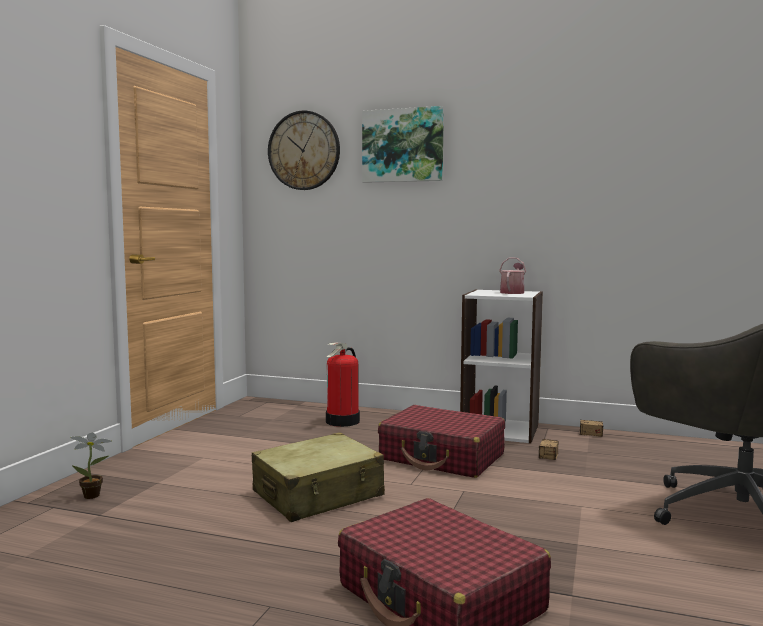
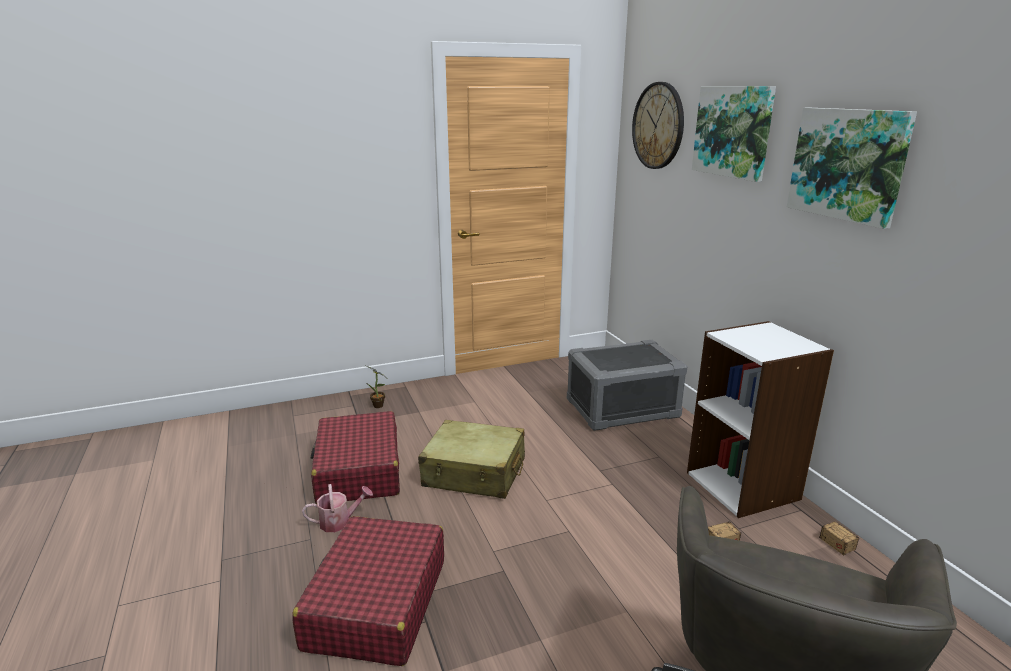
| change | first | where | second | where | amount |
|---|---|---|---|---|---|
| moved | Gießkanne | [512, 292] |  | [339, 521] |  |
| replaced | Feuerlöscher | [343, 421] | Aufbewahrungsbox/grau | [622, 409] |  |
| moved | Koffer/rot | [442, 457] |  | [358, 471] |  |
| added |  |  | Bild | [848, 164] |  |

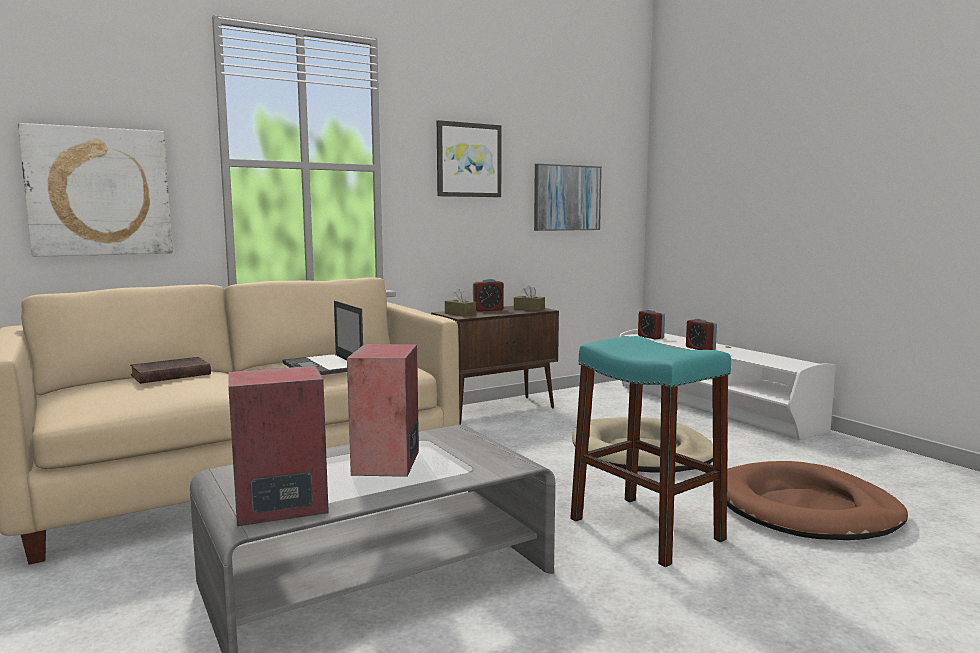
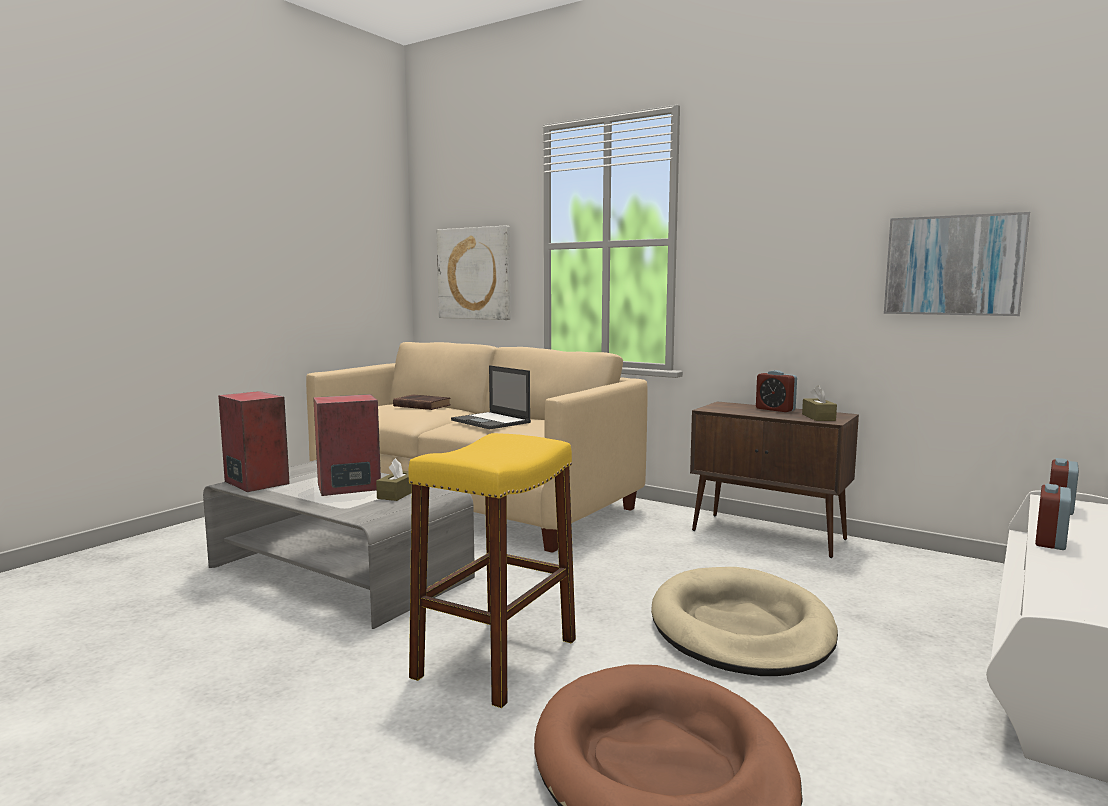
| change | first | where | second | where | amount |
|---|---|---|---|---|---|
| removed | Bild | [468, 160] |  |  |  |
| moved | Taschentuchbox/braun | [460, 314] |  | [398, 494] |  |
| turned | Laptop | [323, 366] |  | [491, 421] | 75 degrees counterclockwise |
| recoloured | Hocker/türkis | [646, 529] | Hocker/gelb | [496, 658] |  |

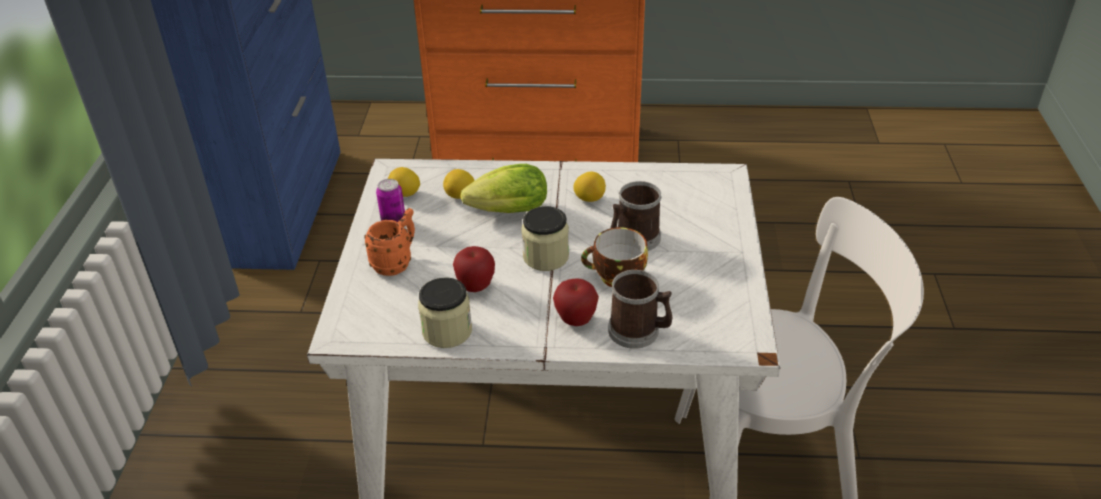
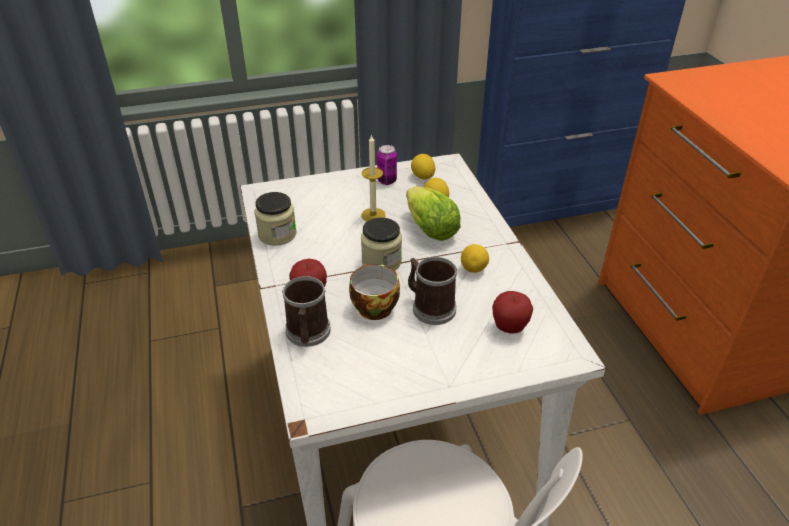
| change | first | where | second | where | amount |
|---|---|---|---|---|---|
| removed | Henkelbecher/orange | [396, 262] |  |  |  |
| moved | Apfel | [476, 286] |  | [509, 328] |  |
| added |  |  | Kerze | [373, 215] |  |

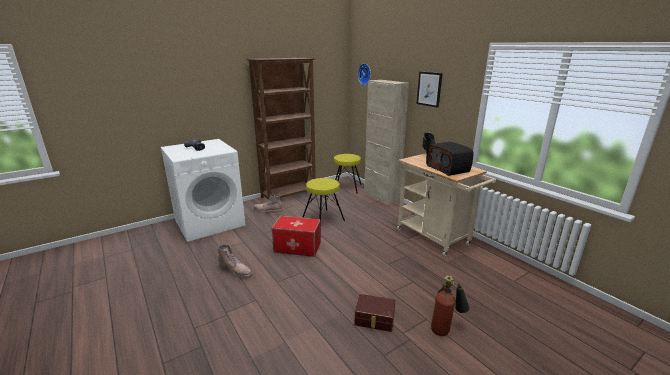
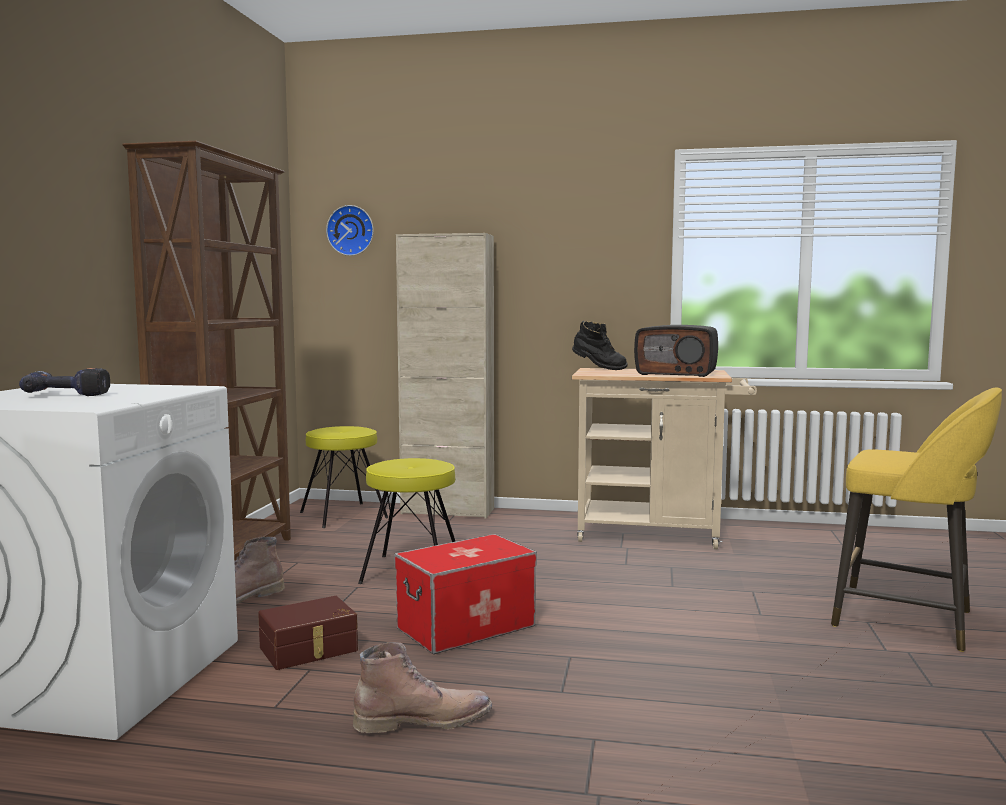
| change | first | where | second | where | amount |
|---|---|---|---|---|---|
| removed | Bild | [429, 89] |  |  |  |
| replaced | Feuerlöscher | [446, 328] | Hocker/gelb | [907, 620] |  |
| moved | Aufbewahrungsbox/braun | [374, 319] |  | [309, 650] |  |

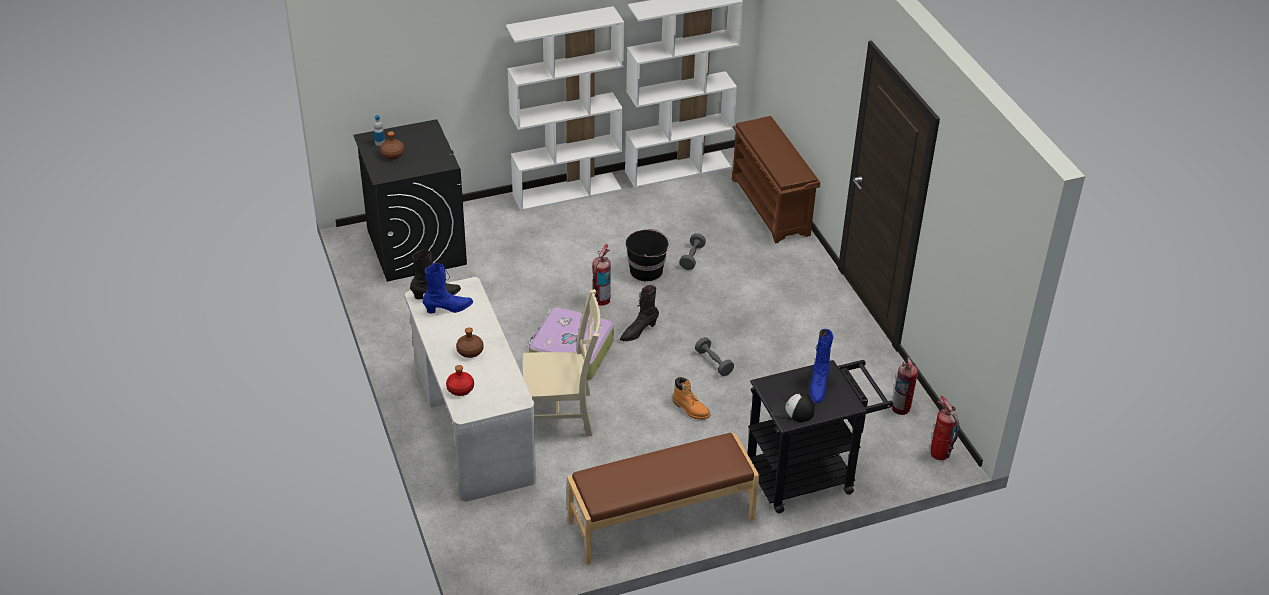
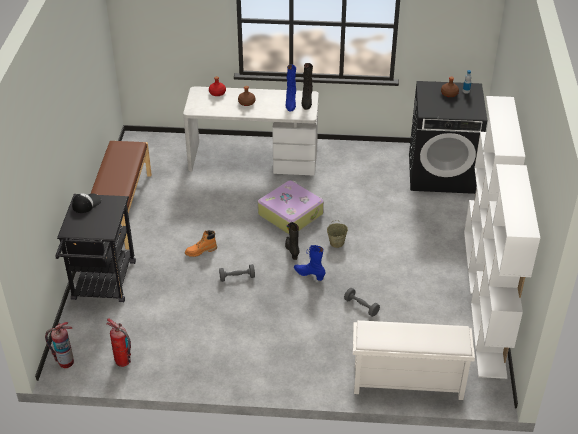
| change | first | where | second | where | amount |
|---|---|---|---|---|---|
| recoloured | Schuhregal/braun | [771, 207] | Schuhregal/weiß | [406, 383] |  |
| removed | Eimer/schwarz | [647, 270] |  |  |  |
| replaced | Feuerlöscher | [601, 300] | Eimer/beige | [337, 242] |  |
| removed | Stuhl/beige | [562, 415] |  |  |  |
| moved | Stiefel/blau | [818, 386] |  | [309, 274] |  |

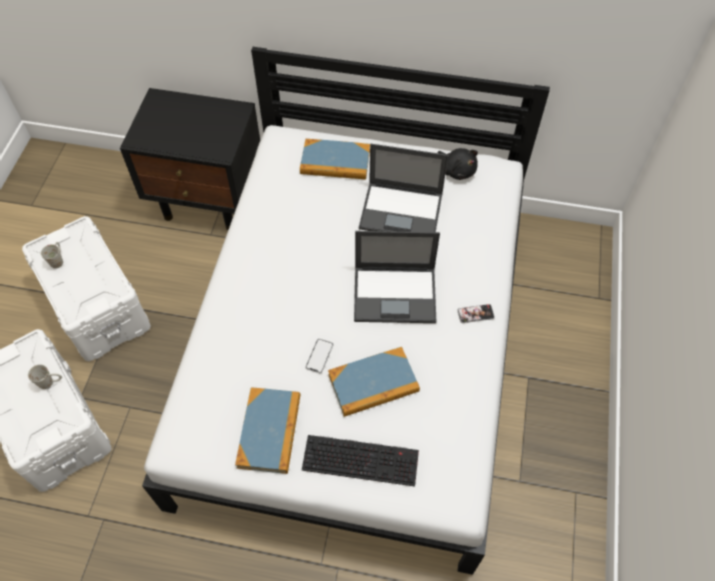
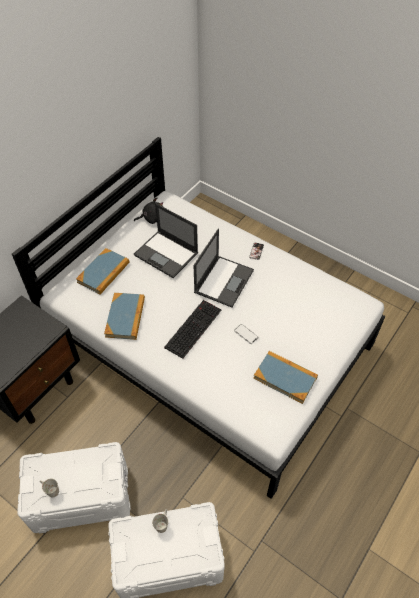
| change | first | where | second | where | amount |
|---|---|---|---|---|---|
| turned | Laptop | [402, 211] |  | [166, 254] | 90 degrees clockwise |
| moved | Buch | [373, 383] |  | [125, 317] |  |
| moved | Tastatur | [362, 459] |  | [193, 327] |  |

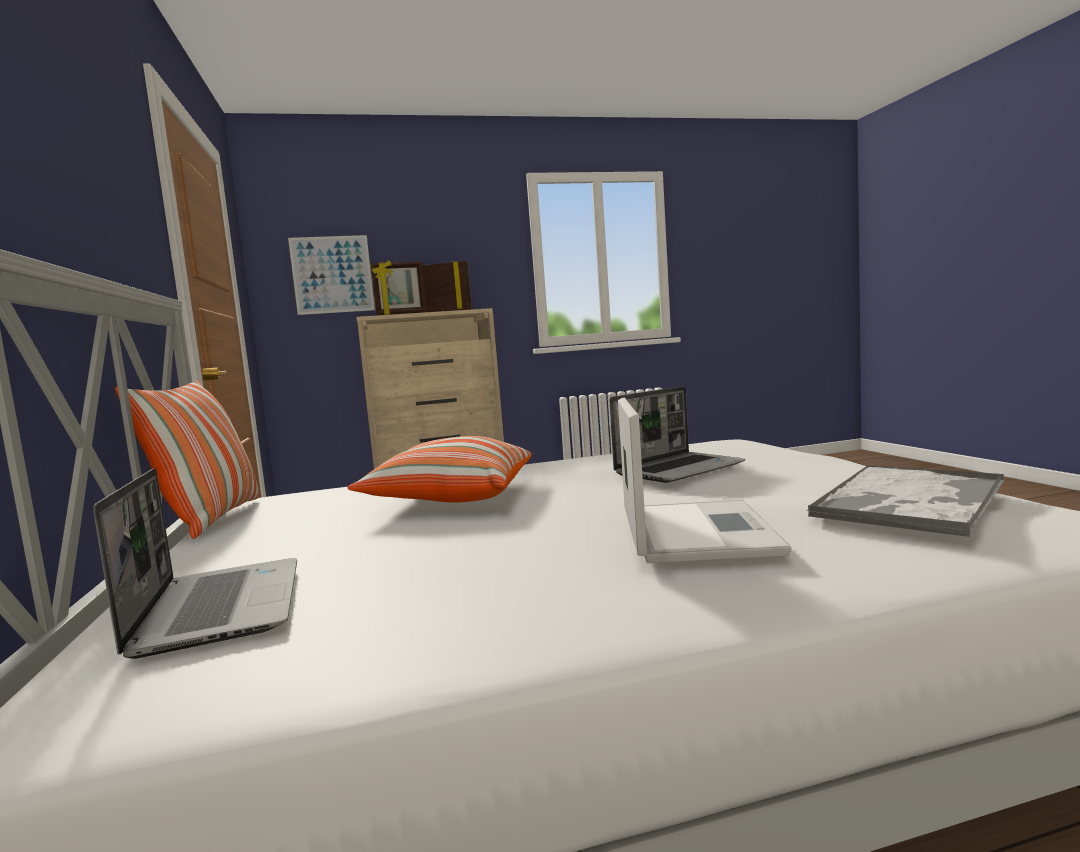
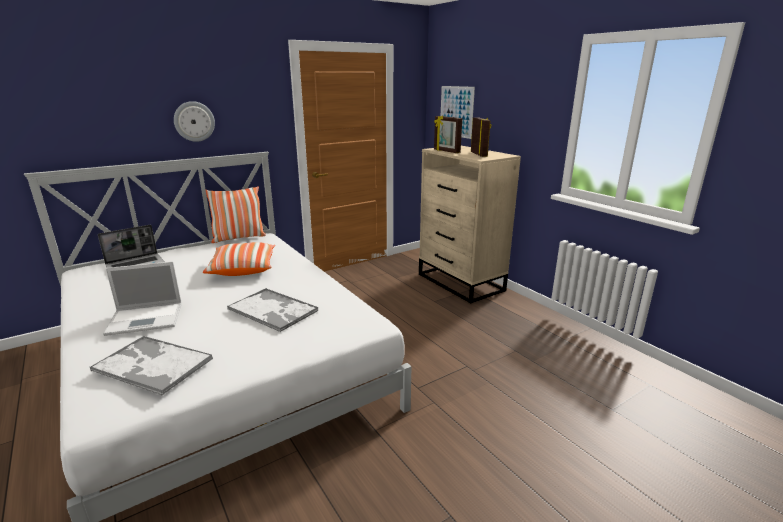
| change | first | where | second | where | amount |
|---|---|---|---|---|---|
| replaced | Laptop | [679, 469] | Tablett | [273, 310] |  |
| added |  |  | Wanduhr | [194, 121] |  |

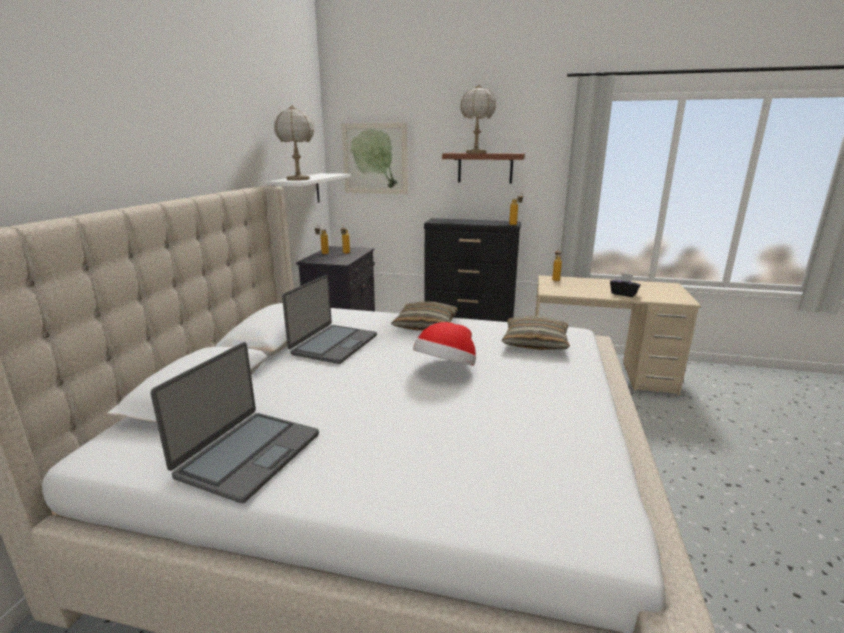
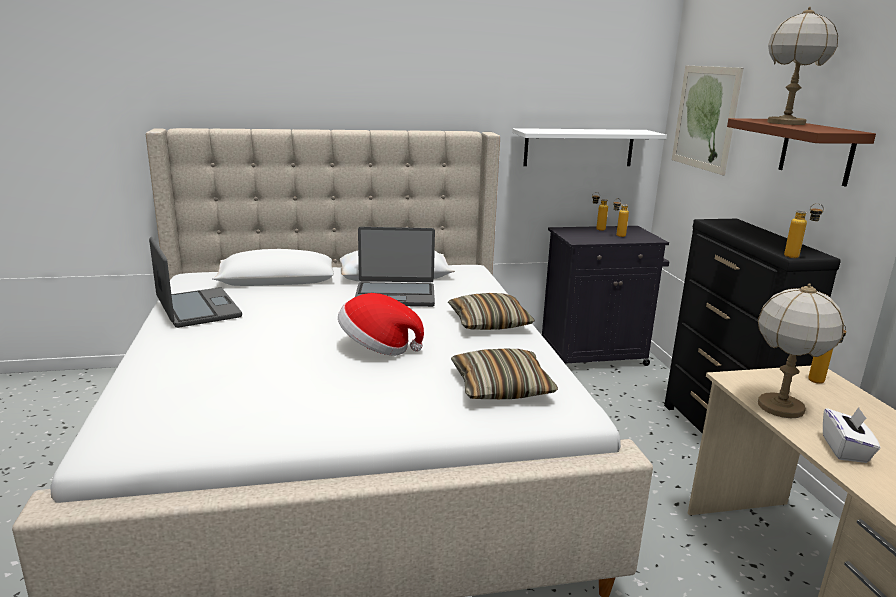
| change | first | where | second | where | amount |
|---|---|---|---|---|---|
| moved | Tischlampe | [298, 179] |  | [781, 407] |  |
| recoloured | Taschentuchbox/schwarz | [623, 294] | Taschentuchbox/weiß | [845, 449] |  |
| turned | Laptop | [248, 455] |  | [197, 309] | 120 degrees counterclockwise |

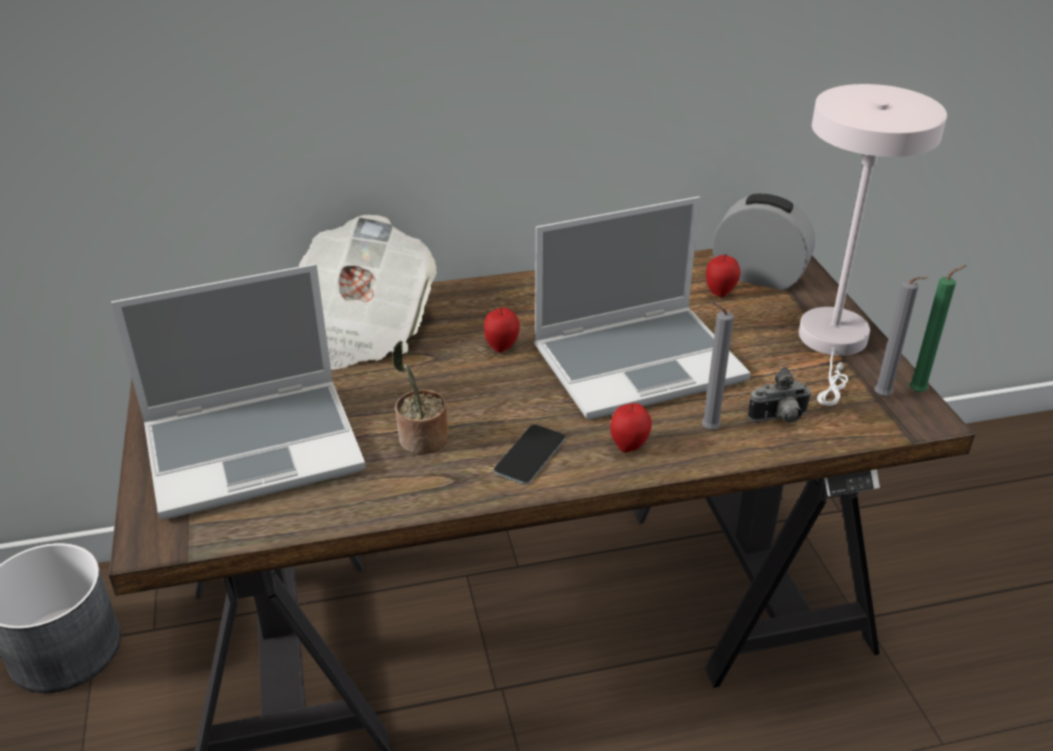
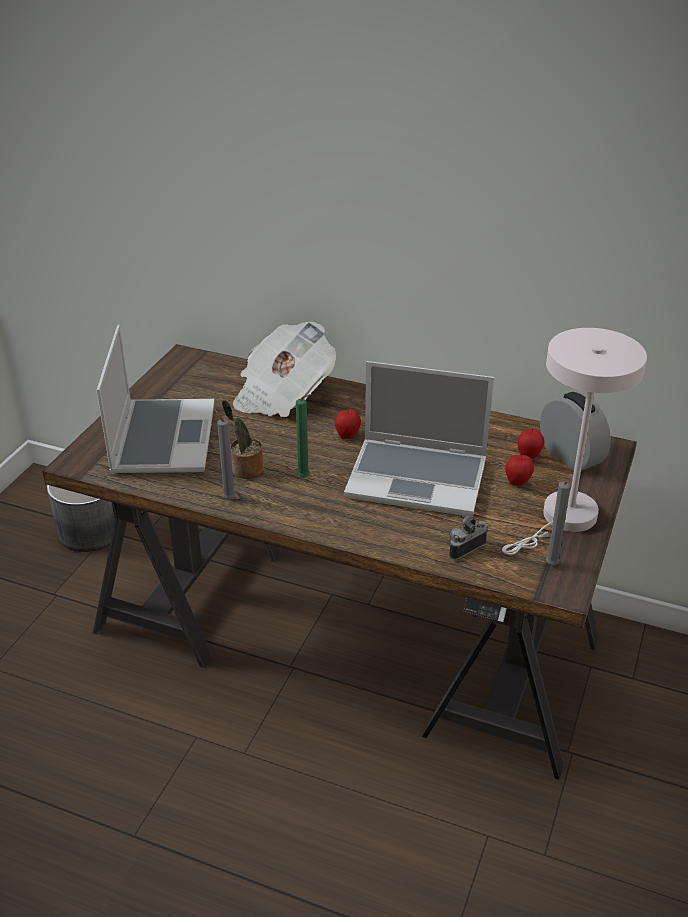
| change | first | where | second | where | amount |
|---|---|---|---|---|---|
| turned | Laptop | [256, 447] |  | [162, 438] | 105 degrees counterclockwise |
| moved | Kerze/grün | [919, 392] |  | [305, 478] |  |
| moved | Kerze/grau | [706, 429] |  | [227, 498] |  |
| turned | Kamera | [779, 419] |  | [464, 547] | 120 degrees clockwise |
| moved | Apfel | [629, 446] |  | [517, 482] |  |
| removed | Handy | [530, 455] |  |  |  |

